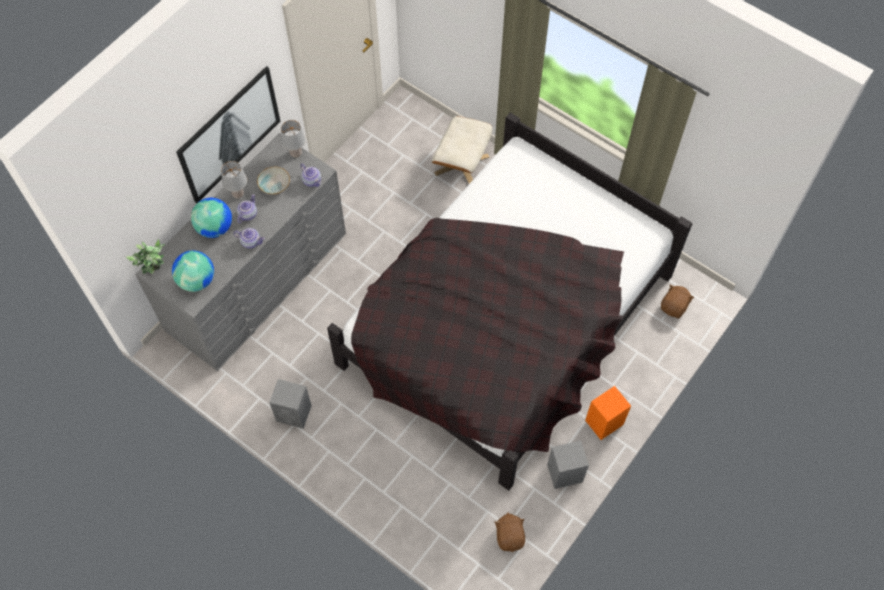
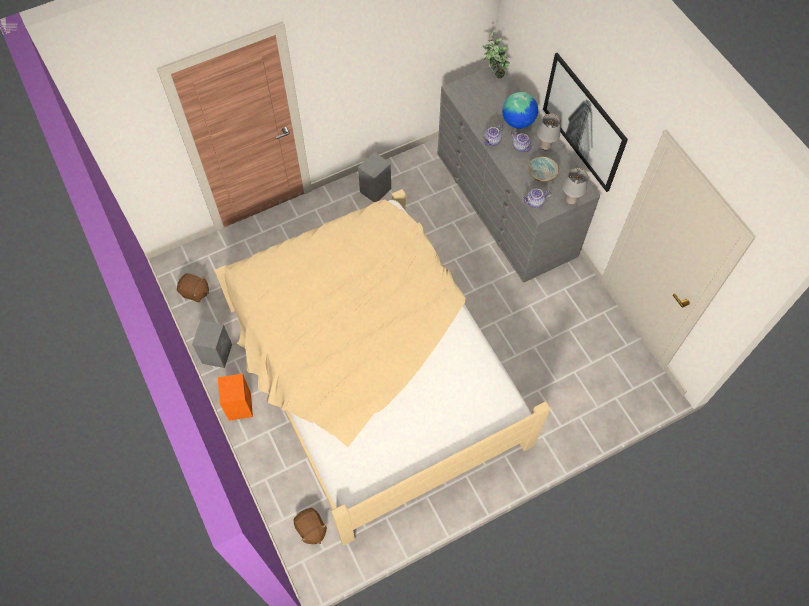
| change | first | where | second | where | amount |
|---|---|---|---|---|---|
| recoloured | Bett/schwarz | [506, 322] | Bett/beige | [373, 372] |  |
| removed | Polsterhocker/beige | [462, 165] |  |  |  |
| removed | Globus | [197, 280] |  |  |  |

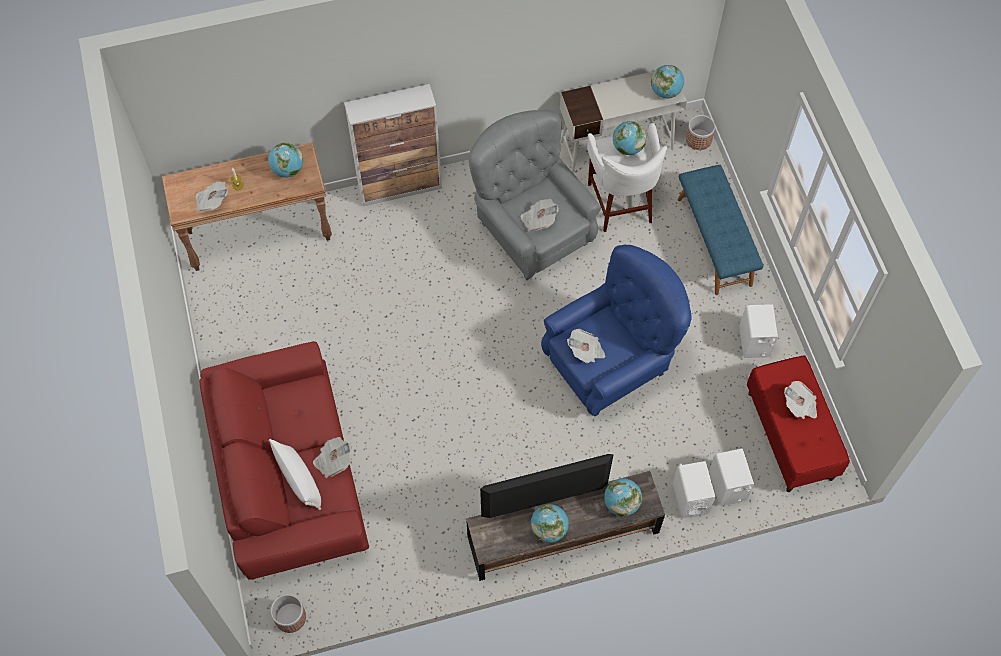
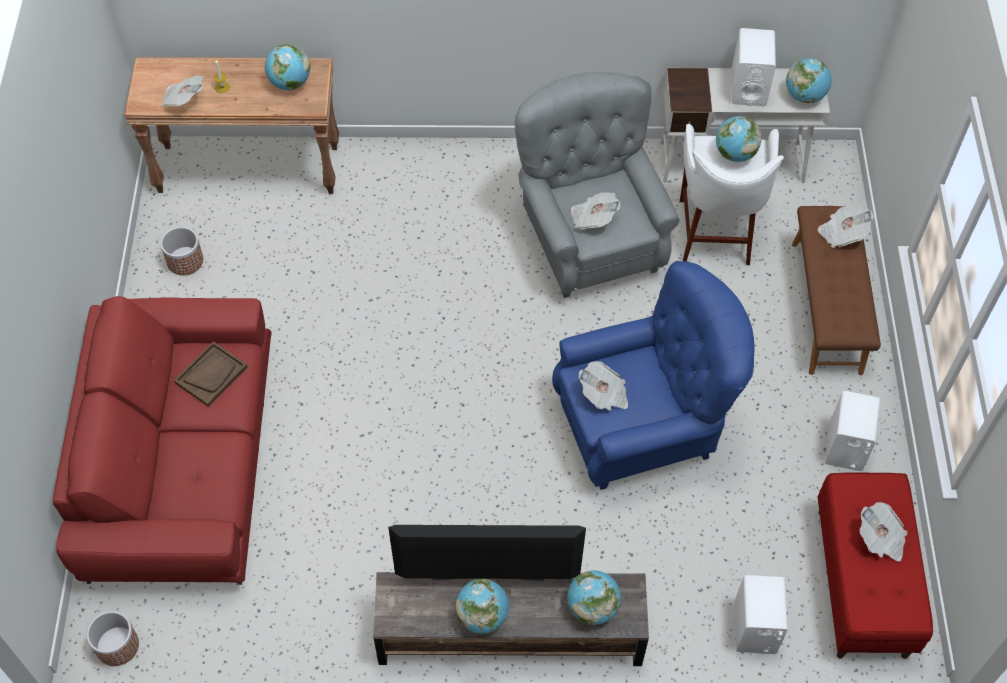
| change | first | where | second | where | amount |
|---|---|---|---|---|---|
| removed | Schrank | [400, 187] |  |  |  |
| moved | Pflanzkübel | [698, 139] |  | [185, 261] |  |
| recoloured | Bank/blau | [715, 241] | Bank/braun | [827, 307] |  |
| moved | Zeitung | [333, 461] |  | [842, 233] |  |
| removed | Kissen/weiß | [298, 479] |  |  |  |
| moved | Lautsprecher/weiß | [690, 498] |  | [748, 87] |  |
| added |  |  | Tablett/braun | [211, 374] |  |

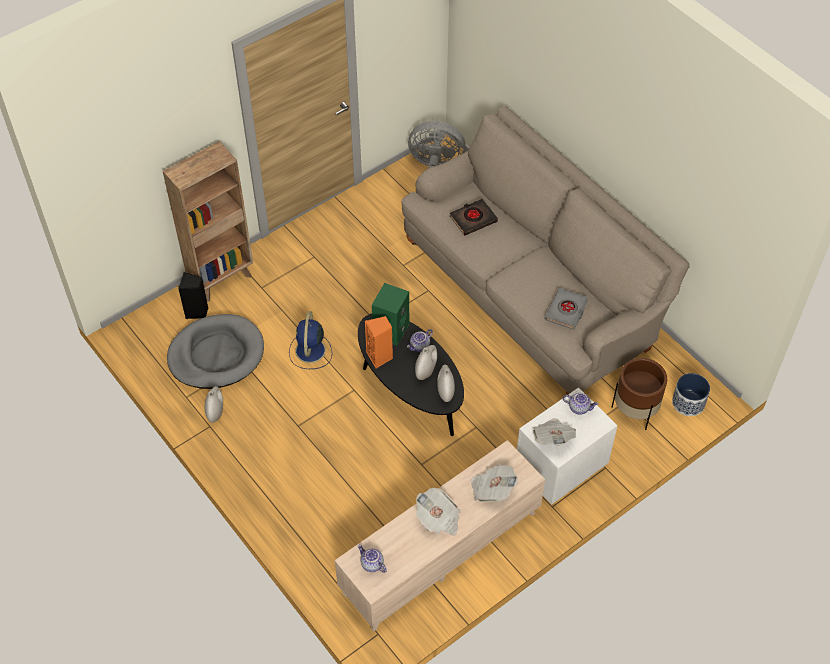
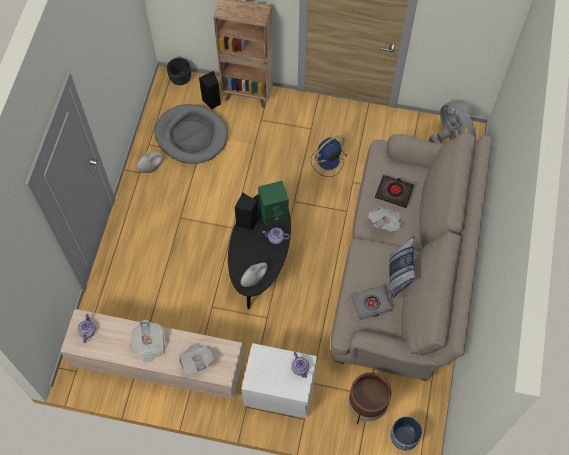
| change | first | where | second | where | amount |
|---|---|---|---|---|---|
| moved | Ventilator/blau | [310, 351] |  | [327, 161] |  |
| recoloured | Lautsprecher/orange | [380, 357] | Lautsprecher/schwarz | [247, 222] |  |
| removed | Vase/weiß | [426, 371] |  |  |  |
| moved | Zeitung | [553, 438] |  | [385, 223] |  |
| added |  |  | Pflanzkübel/schwarz | [180, 79] |  |
| added |  |  | Kissen | [398, 276] |  |

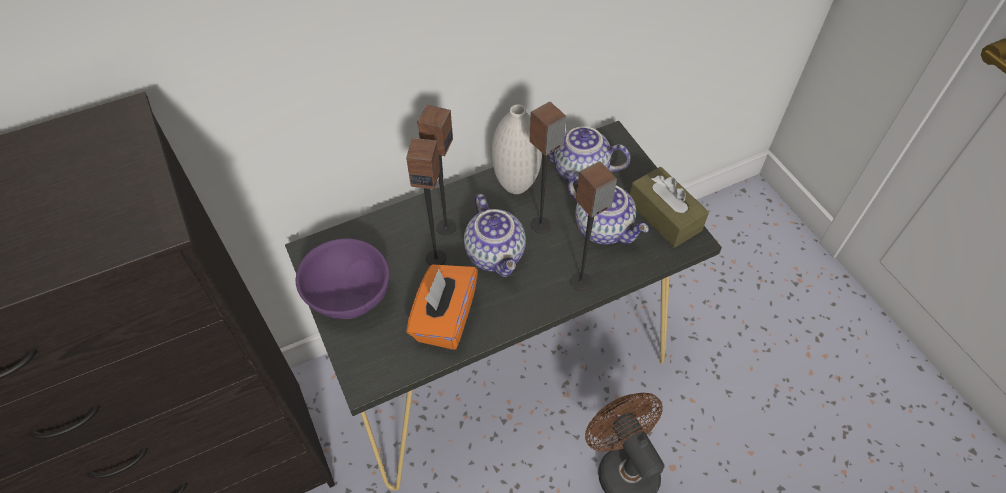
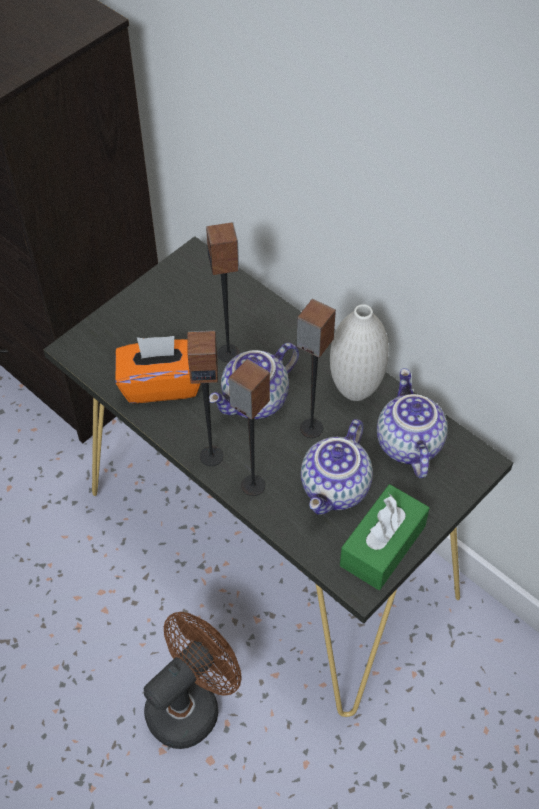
| change | first | where | second | where | amount |
|---|---|---|---|---|---|
| moved | Lautsprecher | [445, 227] |  | [211, 455] |  |
| recoloured | Taschentuchbox/braun | [664, 216] | Taschentuchbox/grün | [382, 545] |  |
| removed | Schüssel/lila | [349, 295] |  |  |  |

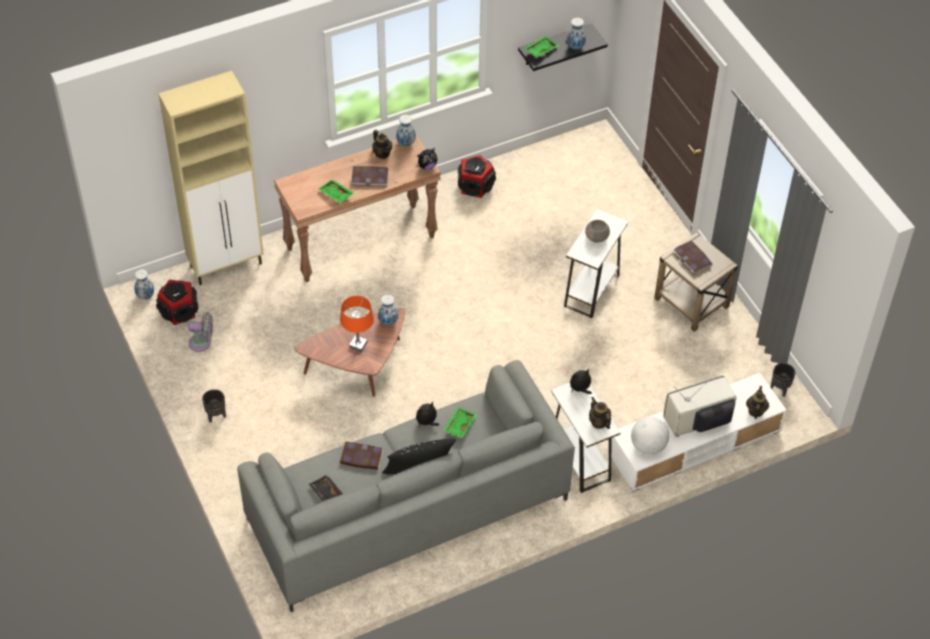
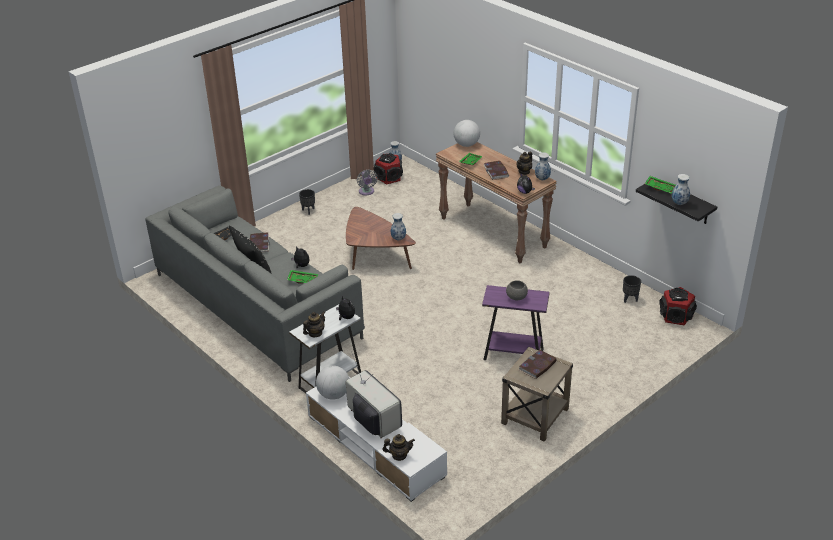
| change | first | where | second | where | amount |
|---|---|---|---|---|---|
| removed | Schrank/beige | [227, 264] |  |  |  |
| moved | Lautsprecher | [475, 186] |  | [676, 316] |  |
| recoloured | Beistelltisch/weiß | [591, 291] | Beistelltisch/lila | [513, 354] |  |
| removed | Tischlampe/orange | [358, 345] |  |  |  |
| moved | Pflanzkübel/schwarz | [780, 389] |  | [629, 299] |  |
| added |  |  | Globus | [466, 144] |  |

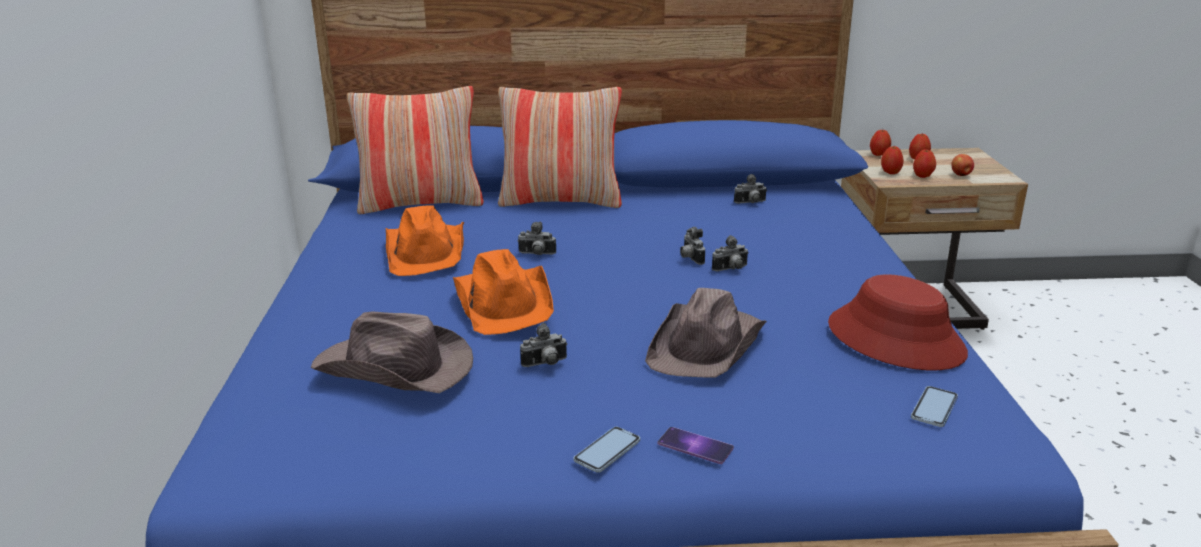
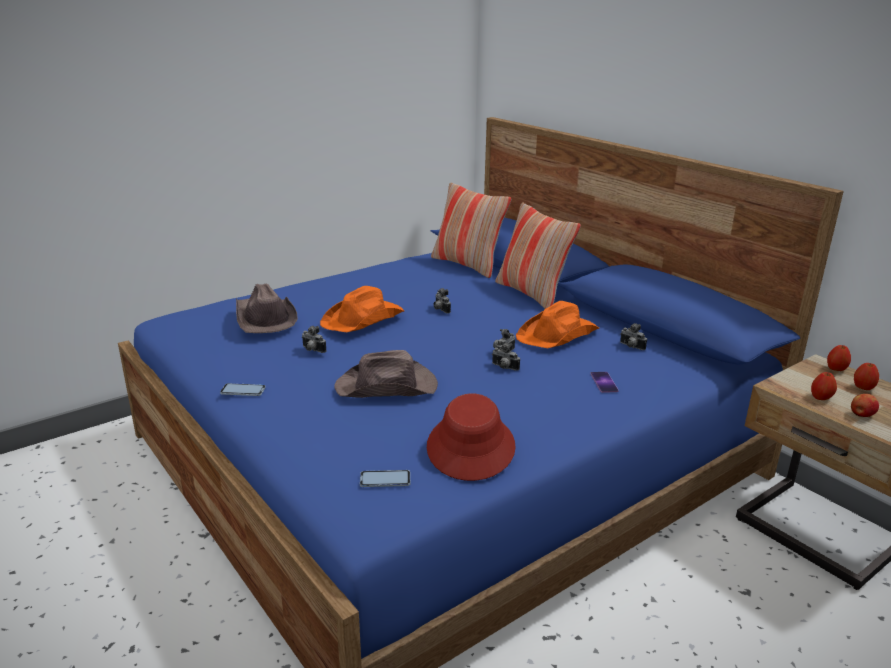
| change | first | where | second | where | amount |
|---|---|---|---|---|---|
| removed | Apfel | [890, 172] |  |  |  |
| moved | Hut/orange | [427, 251] |  | [558, 334] |  |
| moved | Handy | [695, 446] |  | [604, 382] |  |

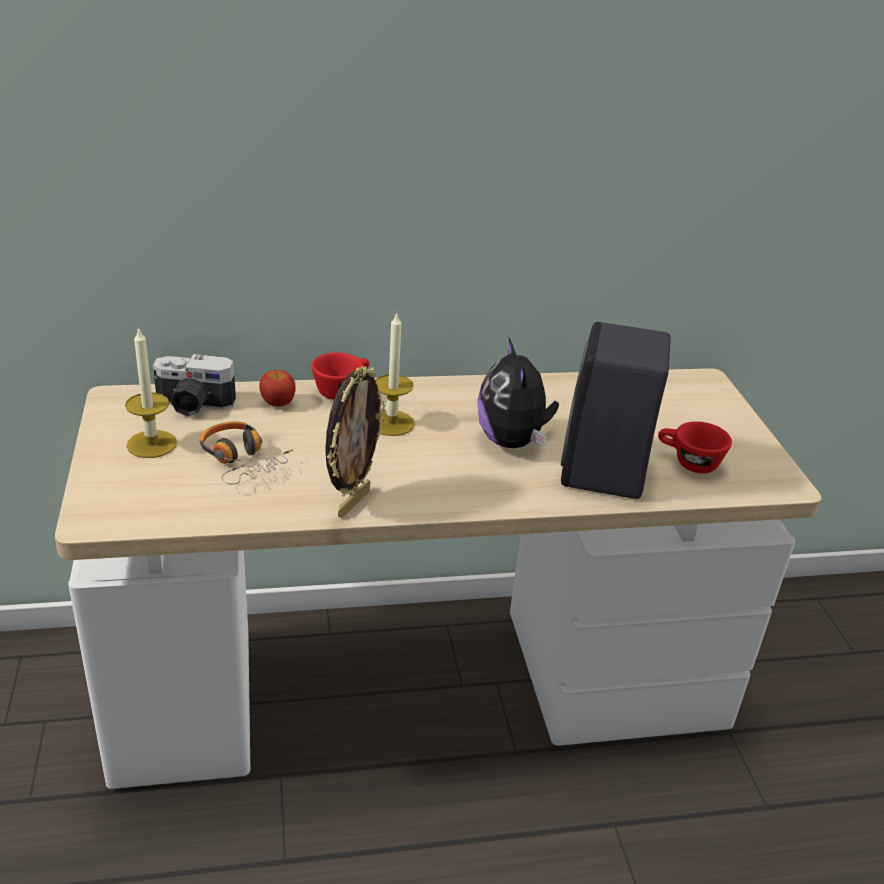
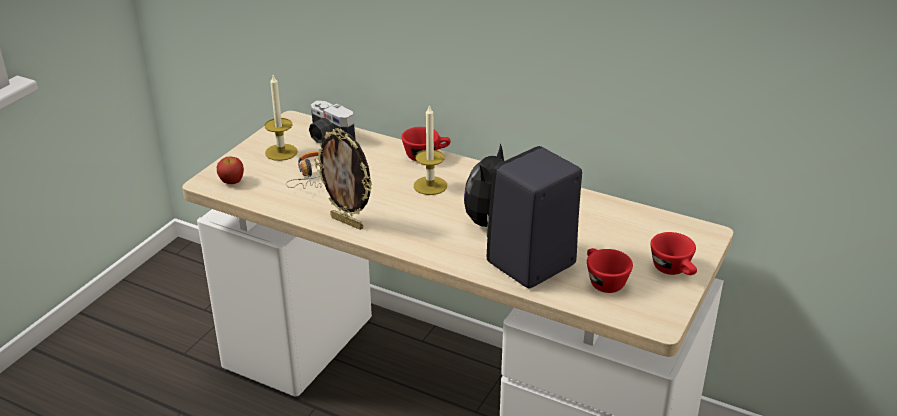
| change | first | where | second | where | amount |
|---|---|---|---|---|---|
| turned | Bilderrahmen | [352, 502] |  | [348, 222] | 60 degrees clockwise |
| moved | Apfel | [277, 403] |  | [231, 181] |  |
| added |  |  | Tasse/rot | [674, 270] |  |

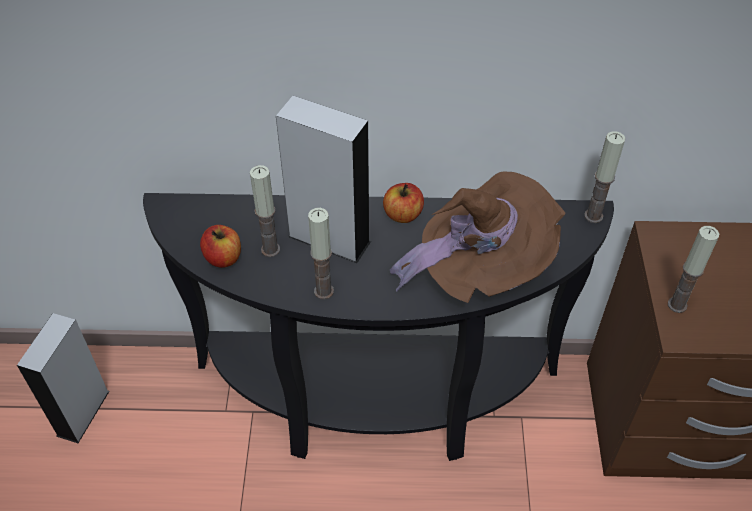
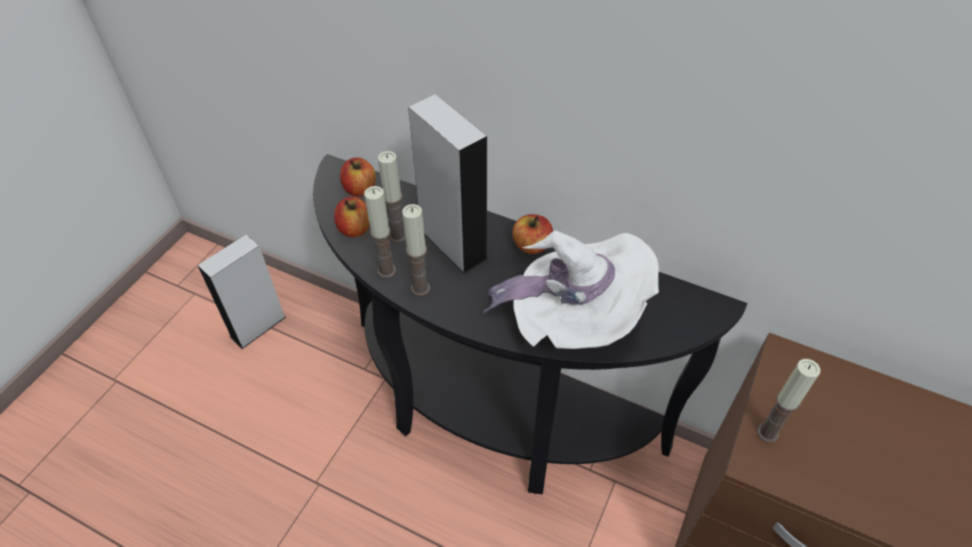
| change | first | where | second | where | amount |
|---|---|---|---|---|---|
| moved | Kerze | [593, 216] |  | [386, 270] |  |
| recoloured | Hut/braun | [479, 268] | Hut/weiß | [574, 319] |  |
| added |  |  | Apfel | [360, 189] |  |

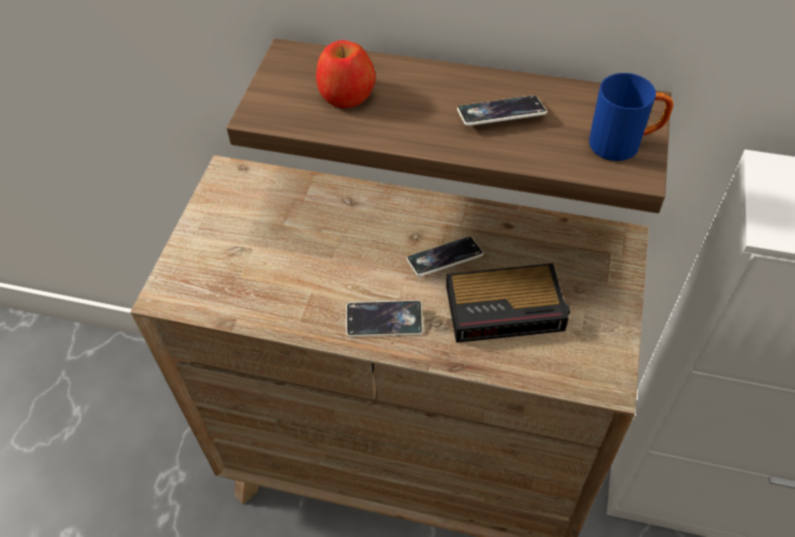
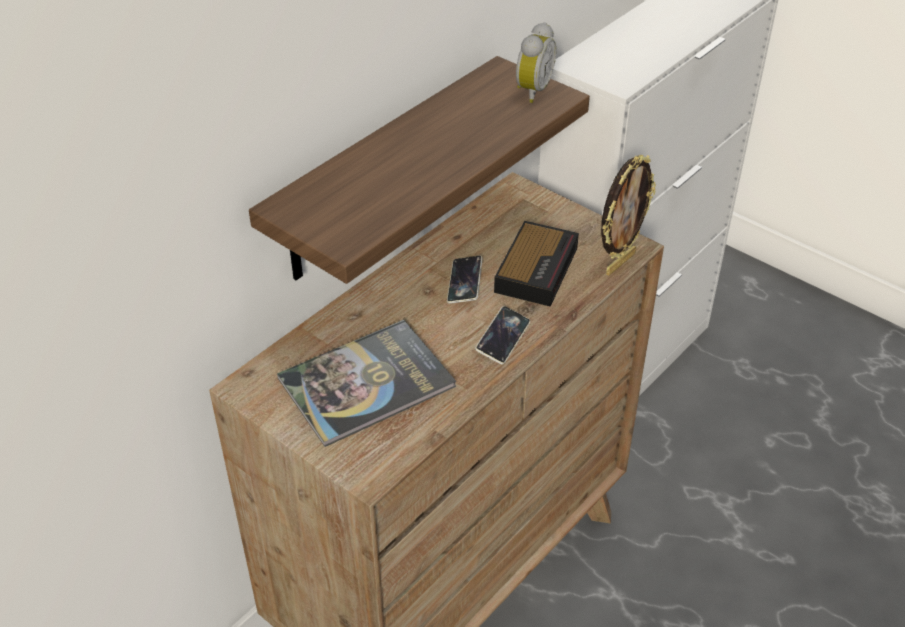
| change | first | where | second | where | amount |
|---|---|---|---|---|---|
| removed | Apfel | [346, 94] |  |  |  |
| replaced | Henkelbecher/blau | [624, 144] | Wecker | [531, 91] |  |
| removed | Handy | [500, 115] |  |  |  |
| added |  |  | Bilderrahmen | [619, 263] |  |
| added |  |  | Buch | [366, 383] |  |

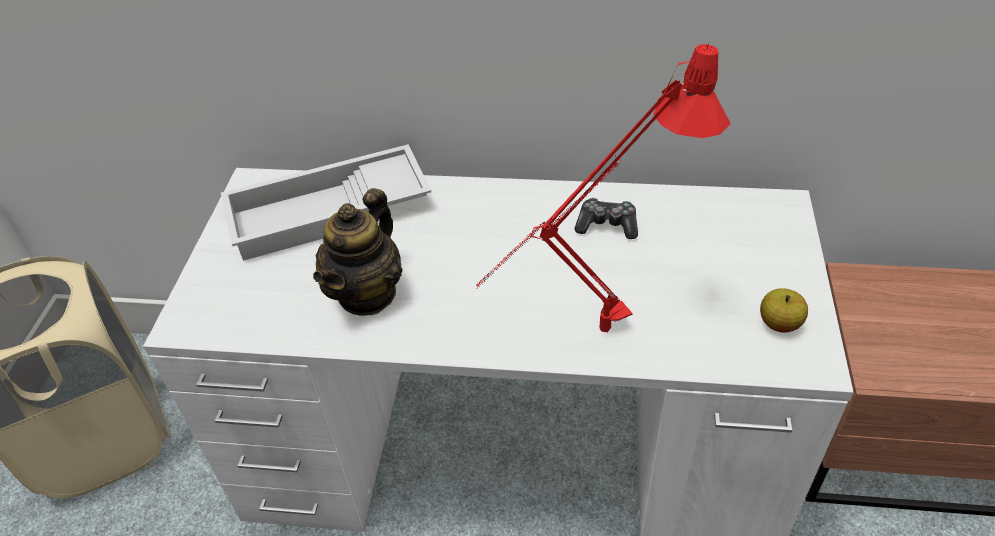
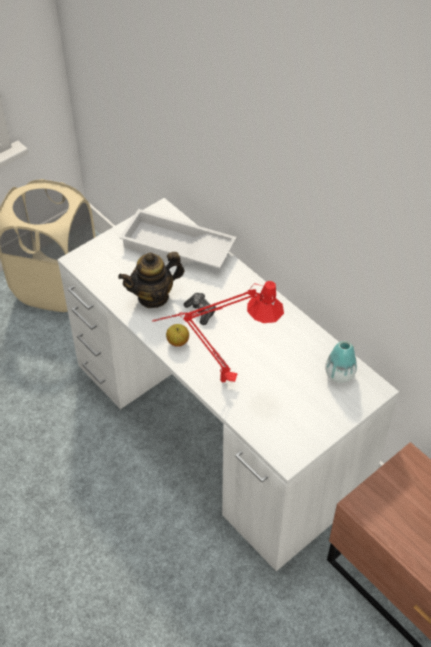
| change | first | where | second | where | amount |
|---|---|---|---|---|---|
| moved | Gamepad | [607, 225] |  | [201, 311] |  |
| moved | Apfel | [779, 324] |  | [178, 341] |  |
| added |  |  | Vase | [339, 374] |  |

